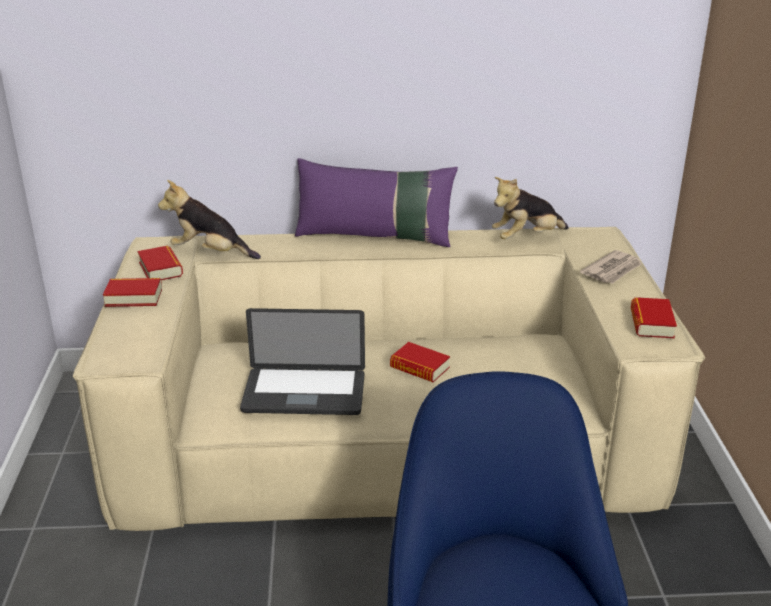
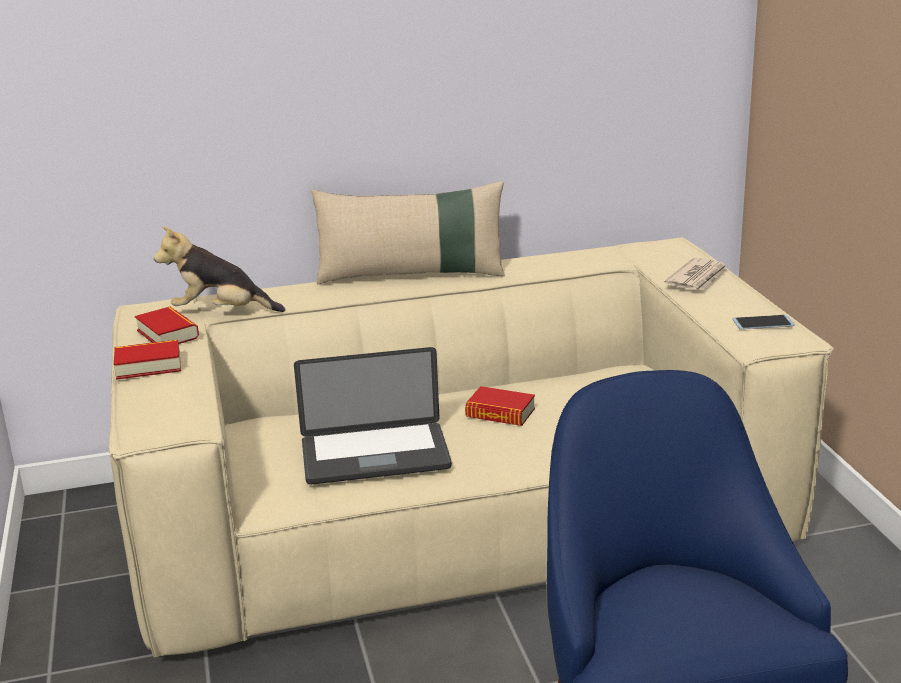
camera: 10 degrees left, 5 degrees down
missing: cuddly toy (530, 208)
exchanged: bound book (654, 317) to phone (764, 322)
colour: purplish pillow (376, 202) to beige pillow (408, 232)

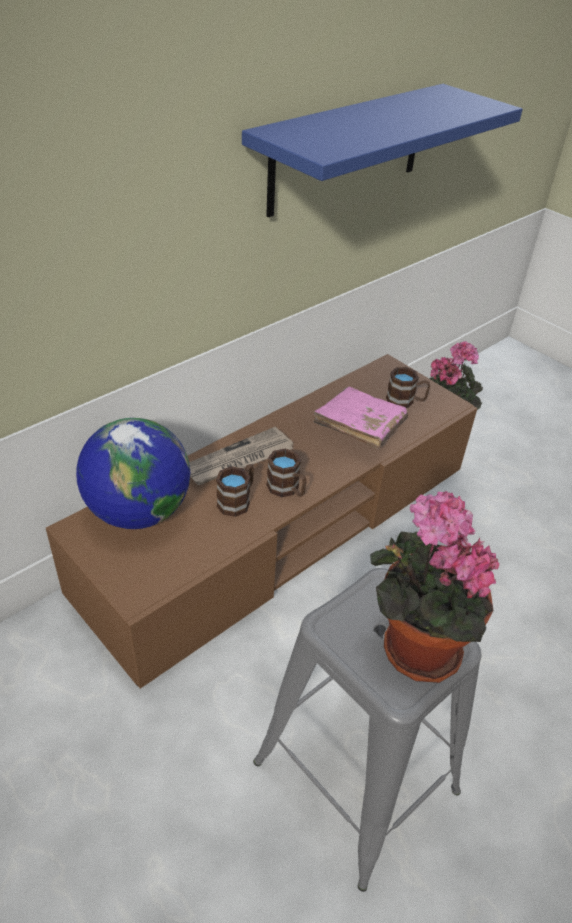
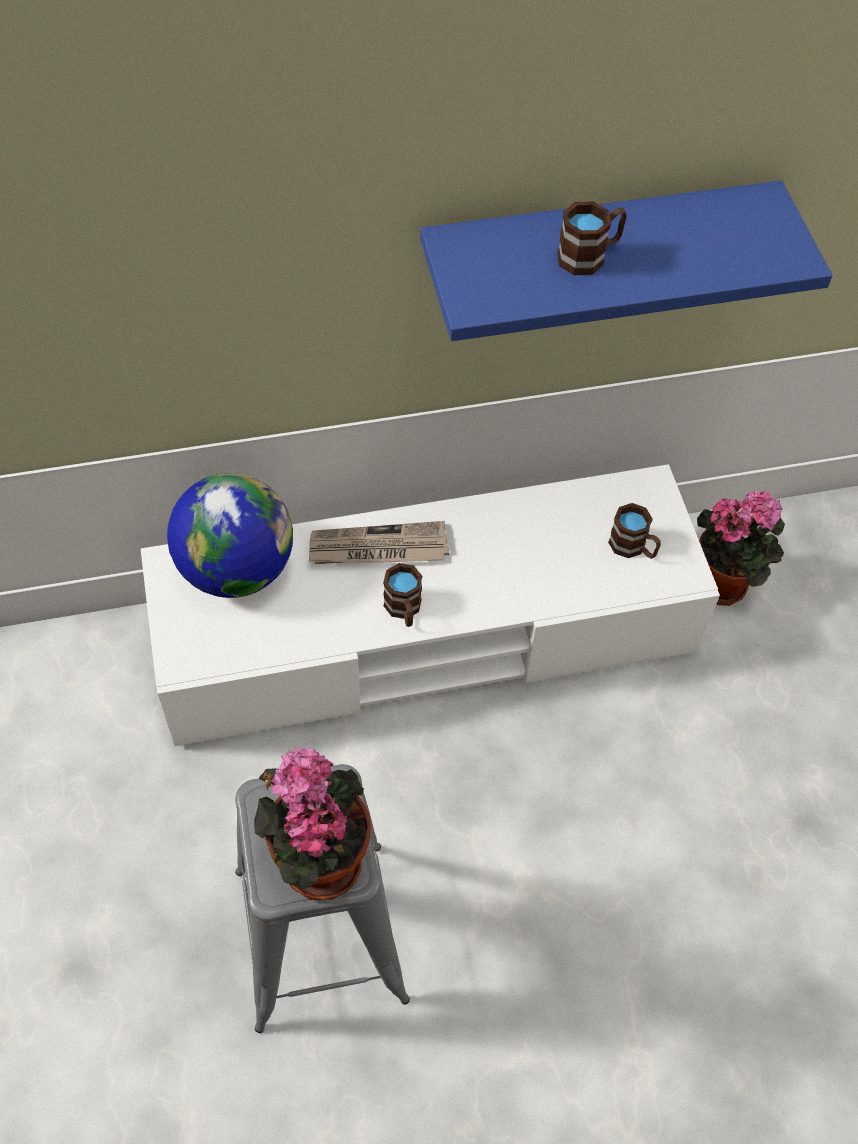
camera: 30 degrees right, 15 degrees up
missing: pink-coloured bound book (360, 417)
relocated: brownish tea mug (235, 490) to (592, 238)
colour: brownish tv unit (261, 521) to white-coloured tv unit (430, 605)

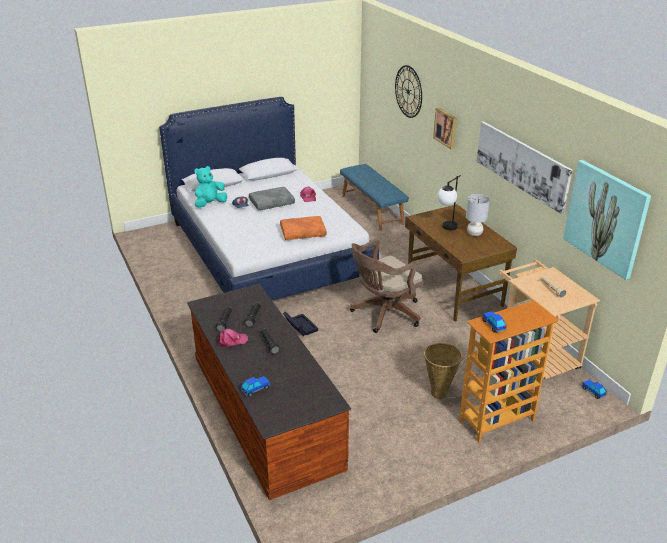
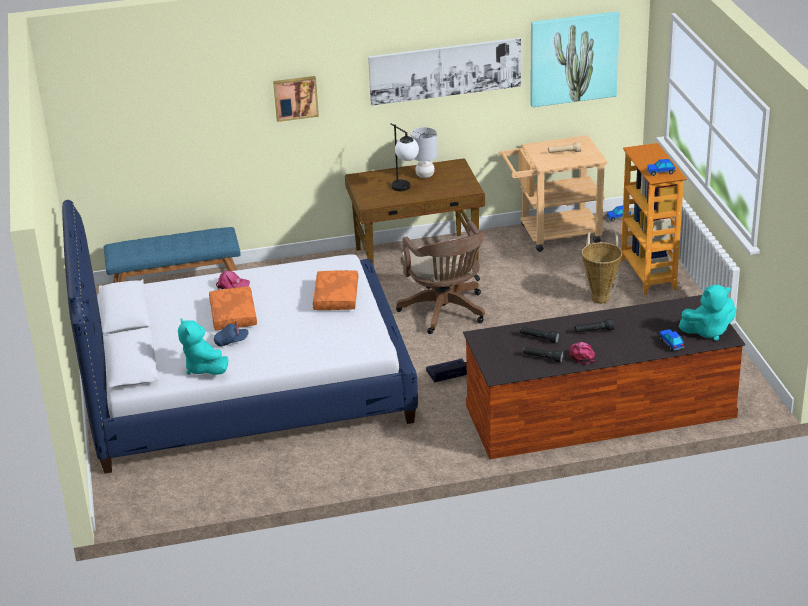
camera: 75 degrees left, 0 degrees up
missing: clock on the wall (408, 91)
appeared: blue-green cuddly toy (707, 313)
colour: grey pillow (272, 198) to orange-coloured pillow (233, 308)

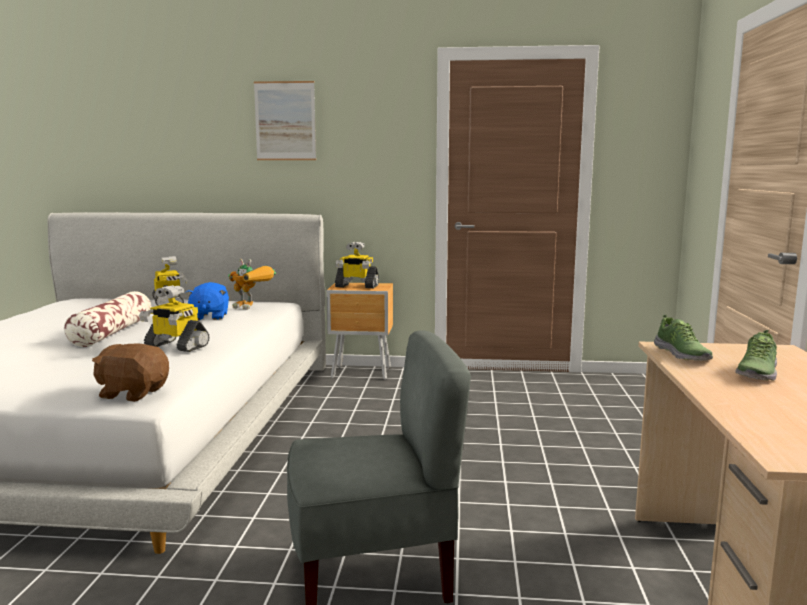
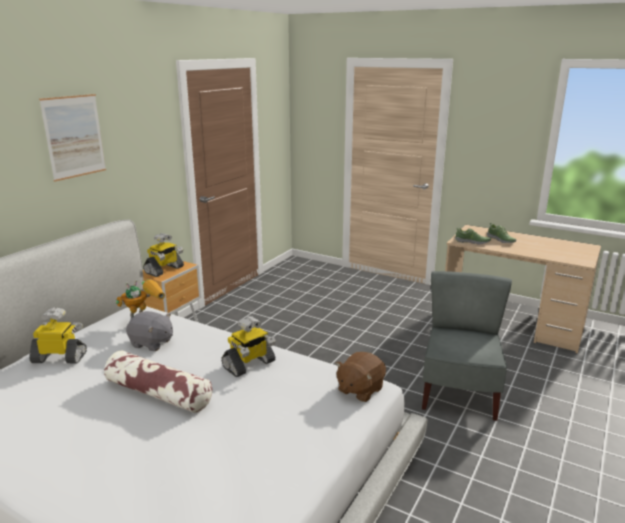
camera: 65 degrees left, 10 degrees up
colour: blue-coloured cuddly toy (207, 301) to grey cuddly toy (149, 331)

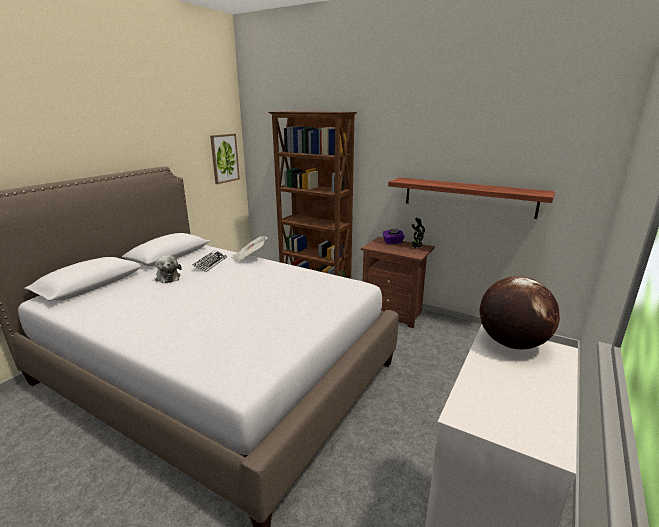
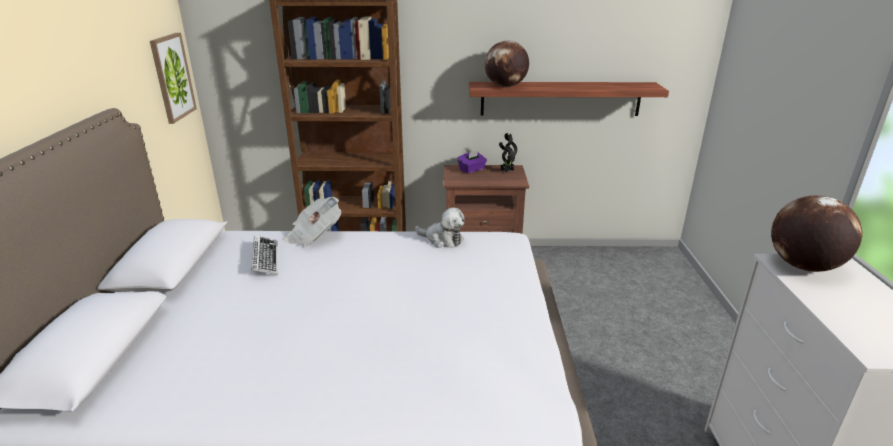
camera: 30 degrees left, 5 degrees up
appeared: globe (507, 64)
relocated: cuddly toy (168, 269) to (440, 227)

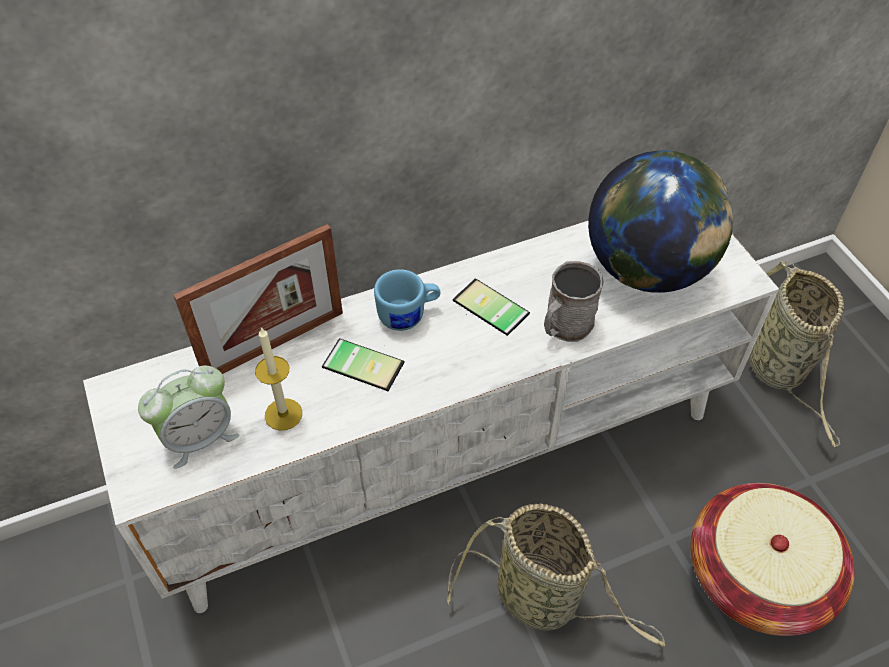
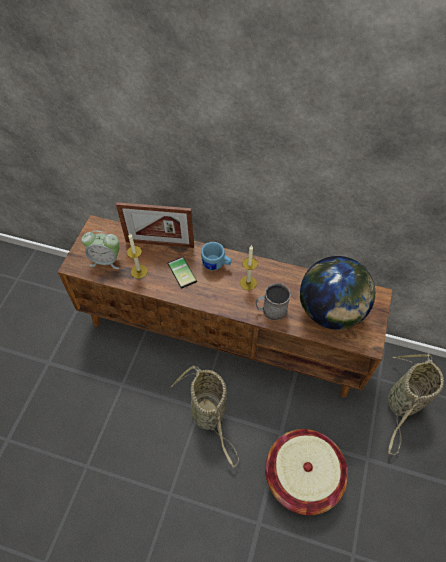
camera: 40 degrees right, 5 degrees up
exchanged: phone (491, 307) to wax light (248, 267)
colour: white-coloured tv unit (431, 417) to brownish tv unit (225, 306)

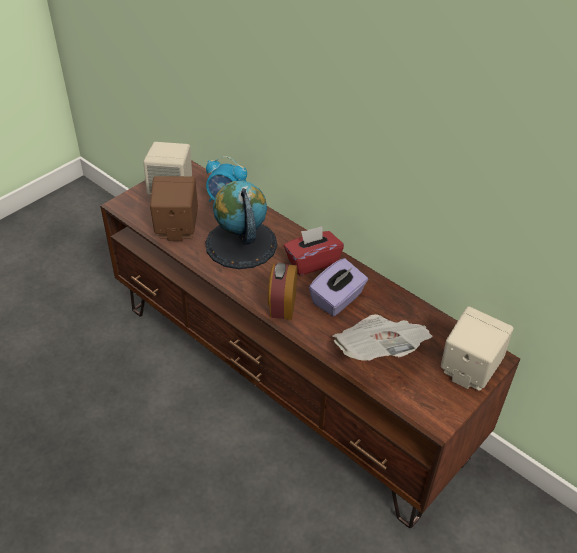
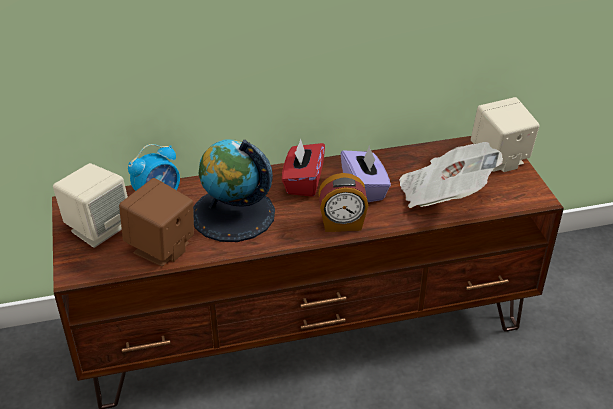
camera: 55 degrees left, 5 degrees down
spun: alarm clock (282, 291) = (343, 202) 45 degrees counterclockwise

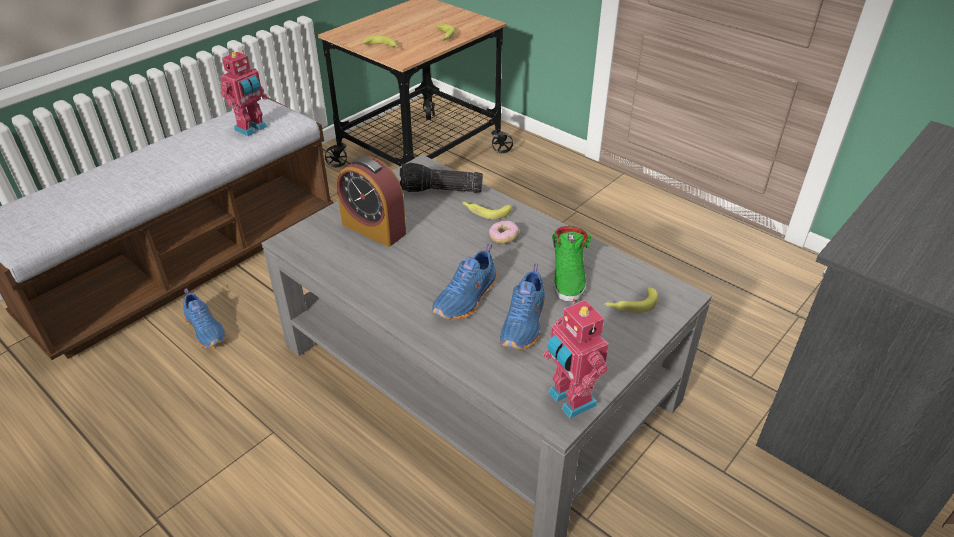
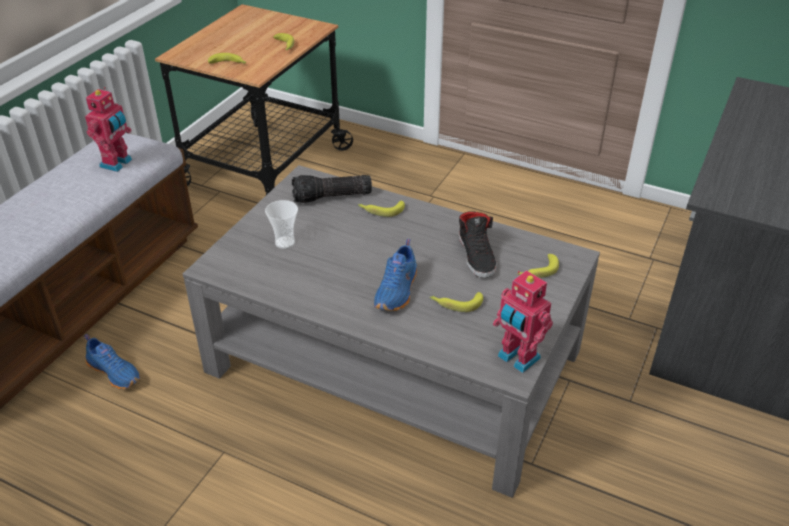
camera: 15 degrees left, 0 degrees up
missing: donut (504, 232)
exchanged: alarm clock (371, 201) to small cup (281, 224); blue-coloured item of footwear (522, 306) to banana (456, 302)
colour: green-coloured item of footwear (571, 264) to black item of footwear (478, 244)

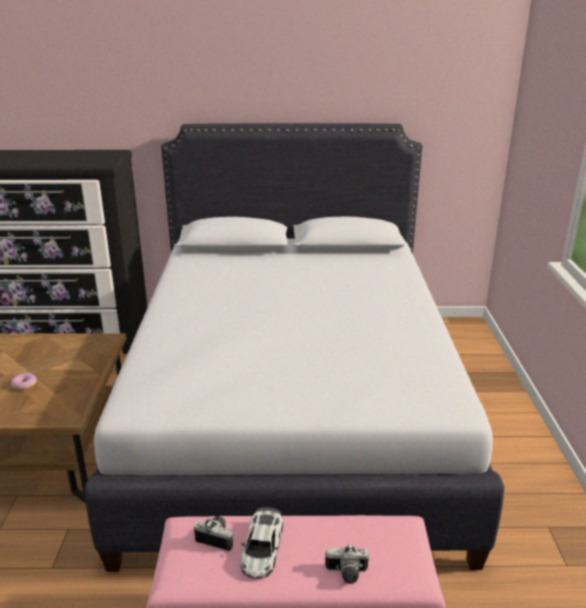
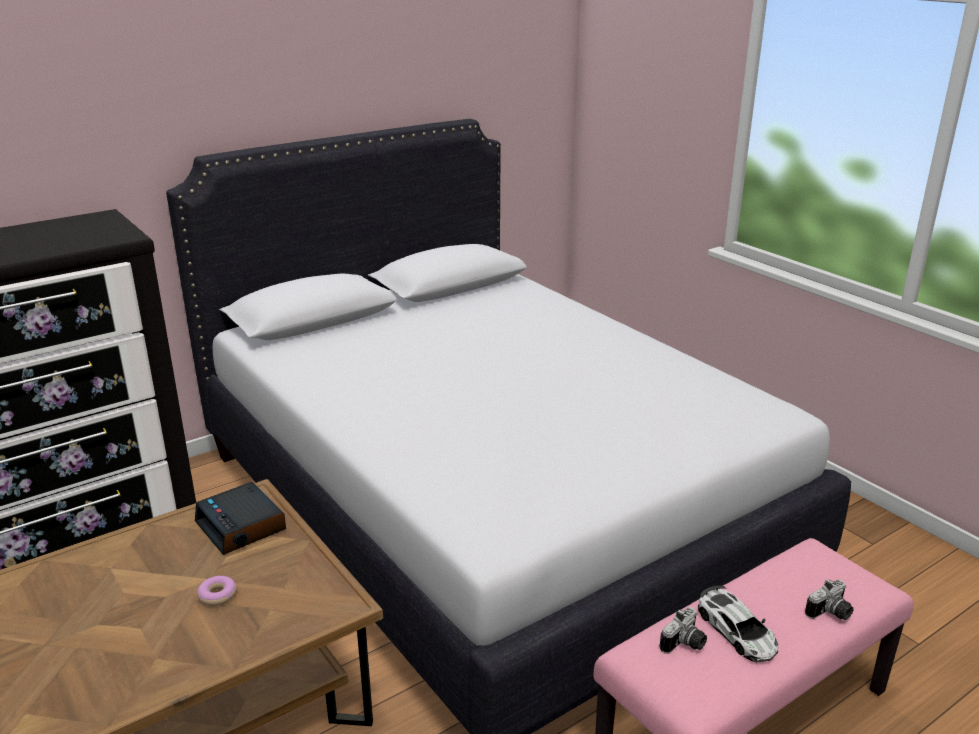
camera: 35 degrees left, 0 degrees up
appeared: alarm clock (240, 518)
spun: still camera (213, 533) = (683, 630) 150 degrees clockwise

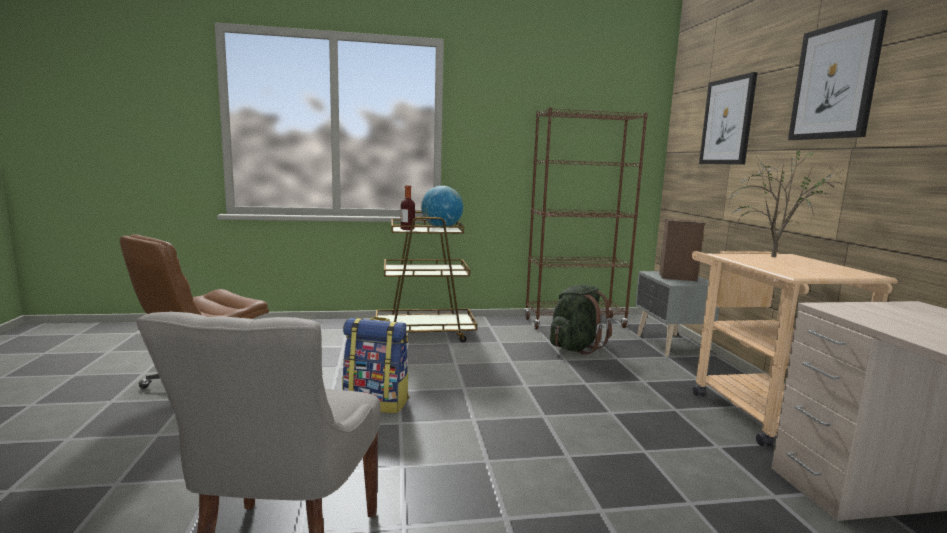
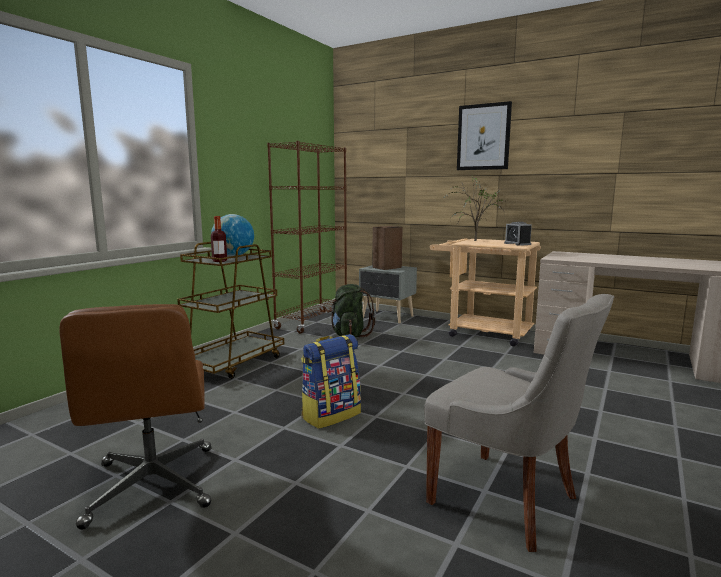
camera: 50 degrees left, 0 degrees up
missing: wall art (728, 118)
appeared: alarm clock (518, 234)

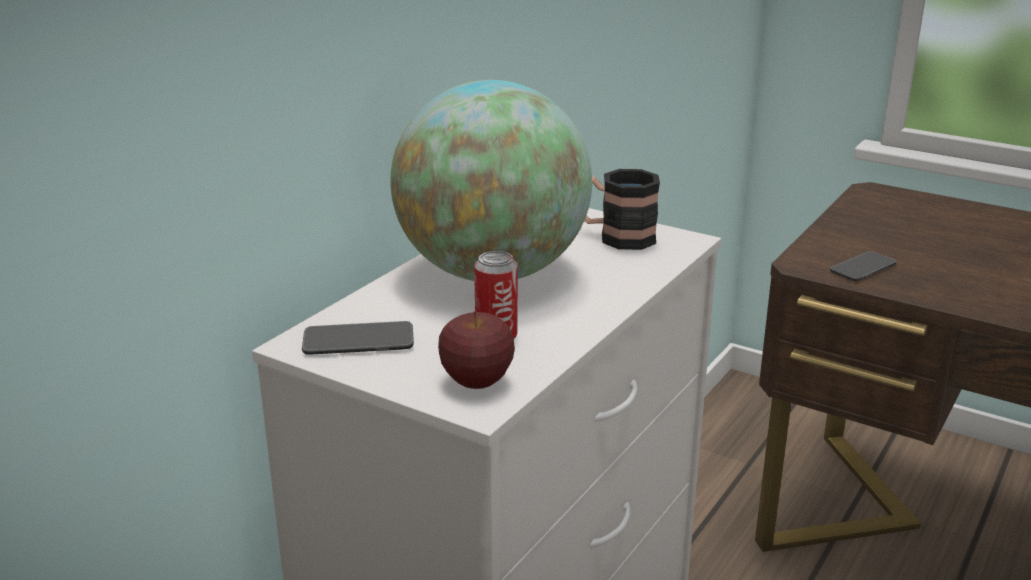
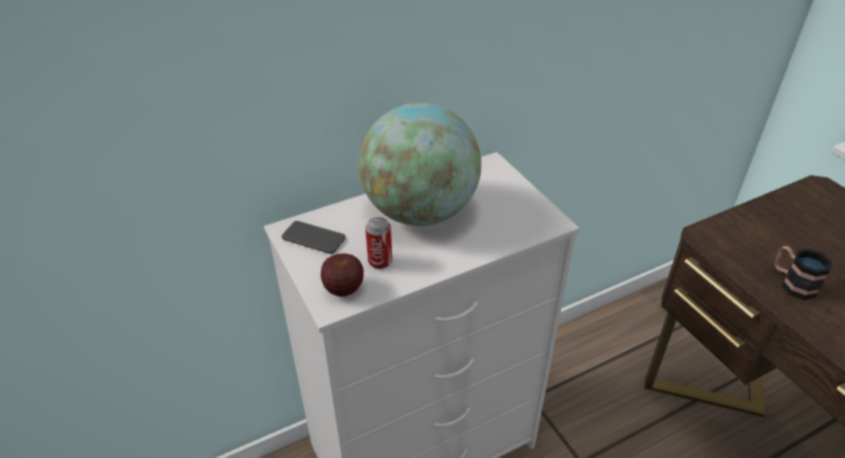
camera: 30 degrees right, 15 degrees up
missing: phone (863, 266)
relocated: tea mug (622, 209) to (804, 273)

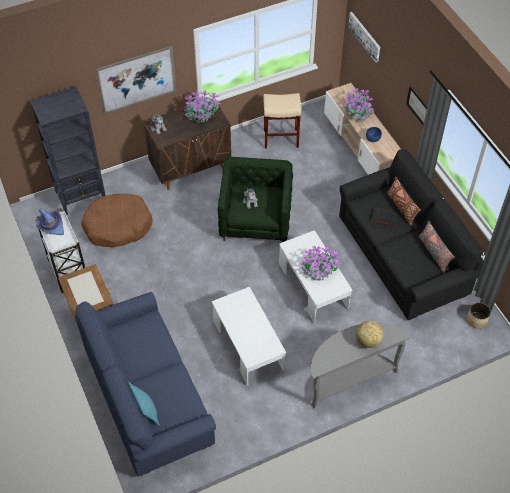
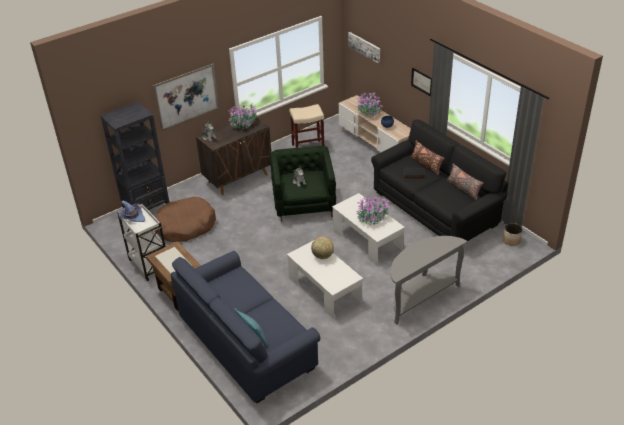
camera: 10 degrees left, 15 degrees down
relocated: globe (369, 334) to (322, 247)

